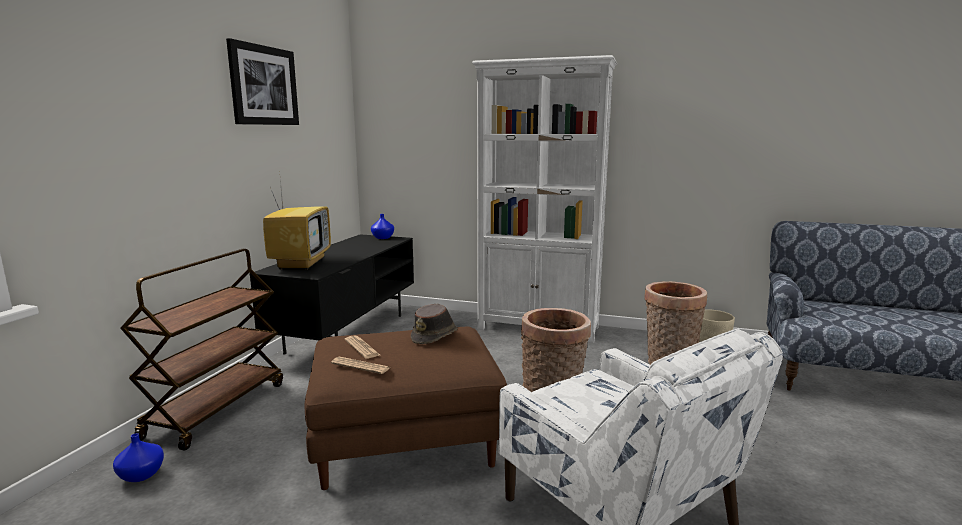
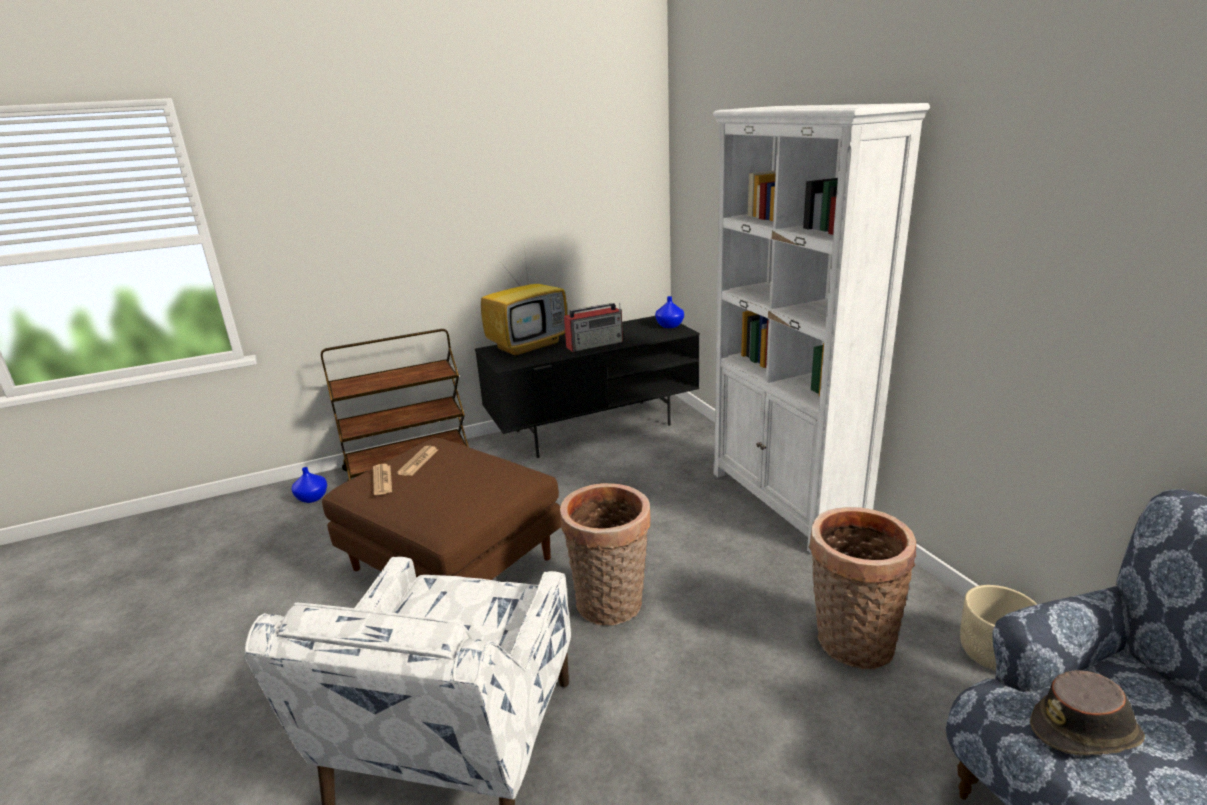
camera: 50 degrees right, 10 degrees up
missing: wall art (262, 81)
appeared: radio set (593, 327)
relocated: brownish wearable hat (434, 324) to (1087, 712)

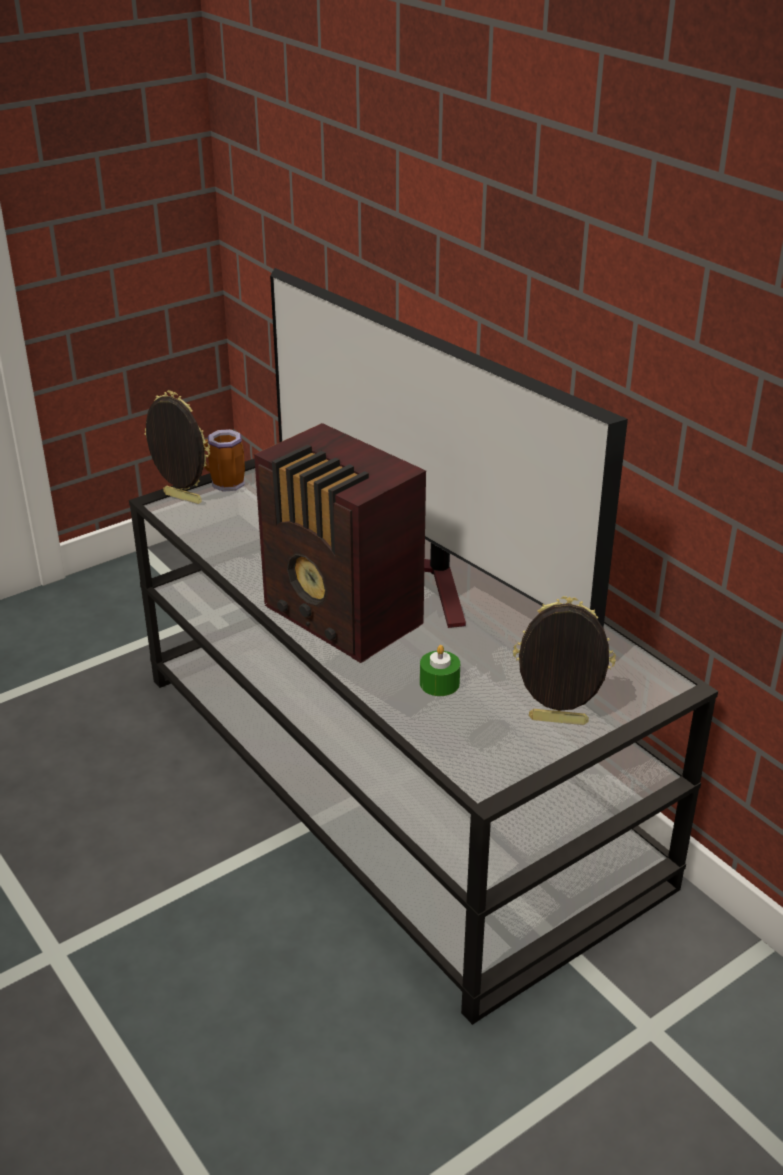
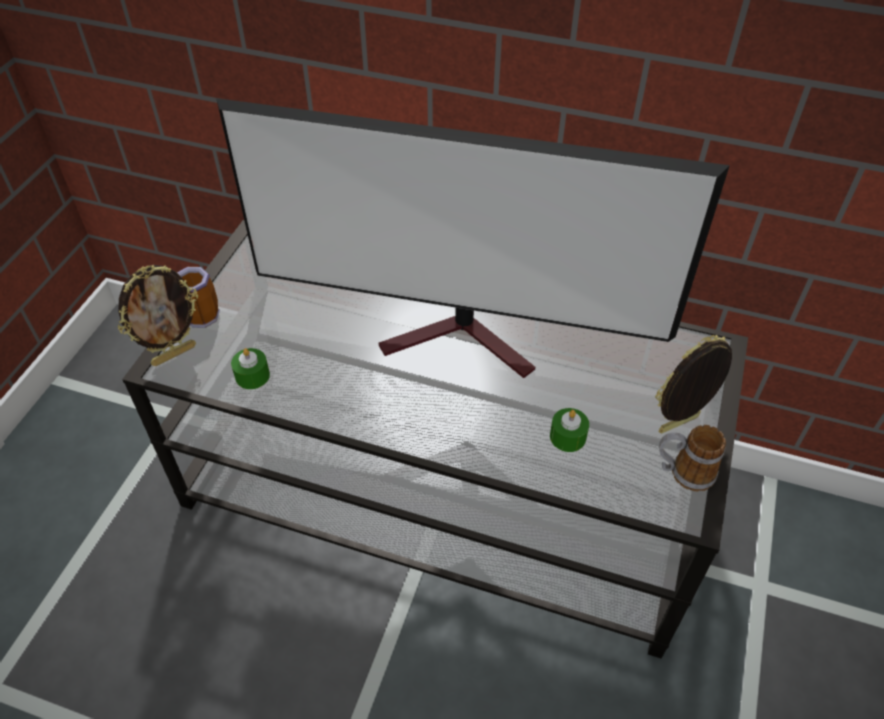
camera: 35 degrees left, 15 degrees up
missing: radio set (340, 543)
appeared: green-coloured wax light (250, 368); tea mug (692, 458)
spun: photo frame (177, 447) = (158, 315) 150 degrees clockwise

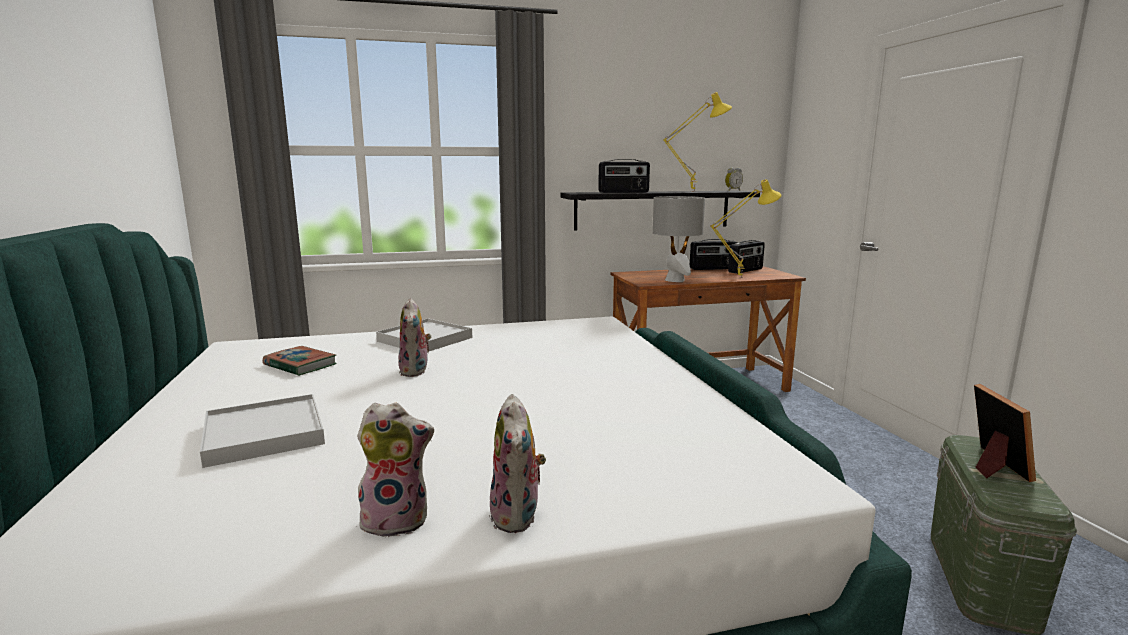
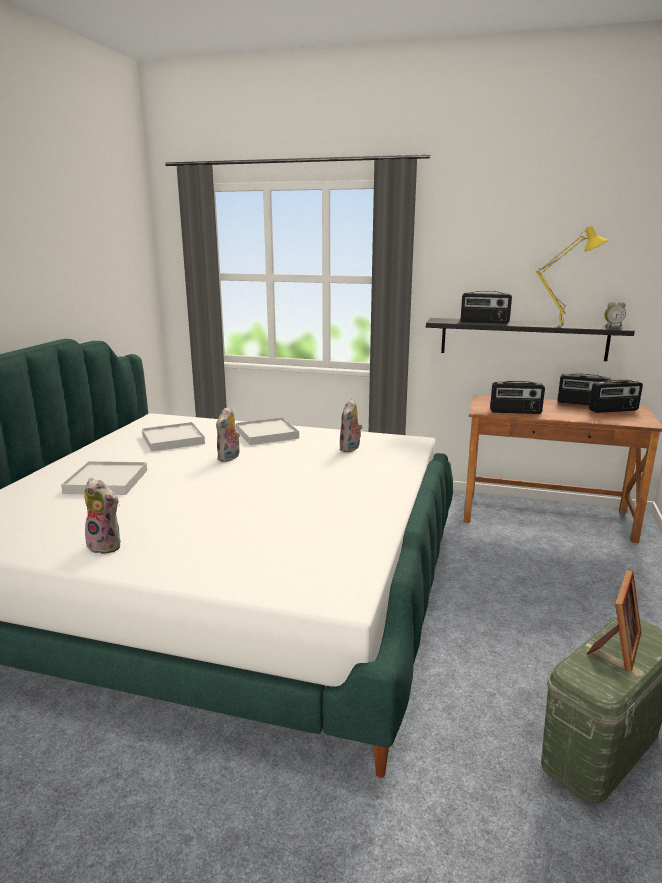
camera: 30 degrees right, 5 degrees up
missing: yellow lamp for a table (745, 228)
relocated: cuddly toy (517, 463) to (351, 425)
exchanged: bound book (300, 361) to white-coloured serving tray (173, 437); grey lamp for a table (678, 239) to radio set (517, 397)

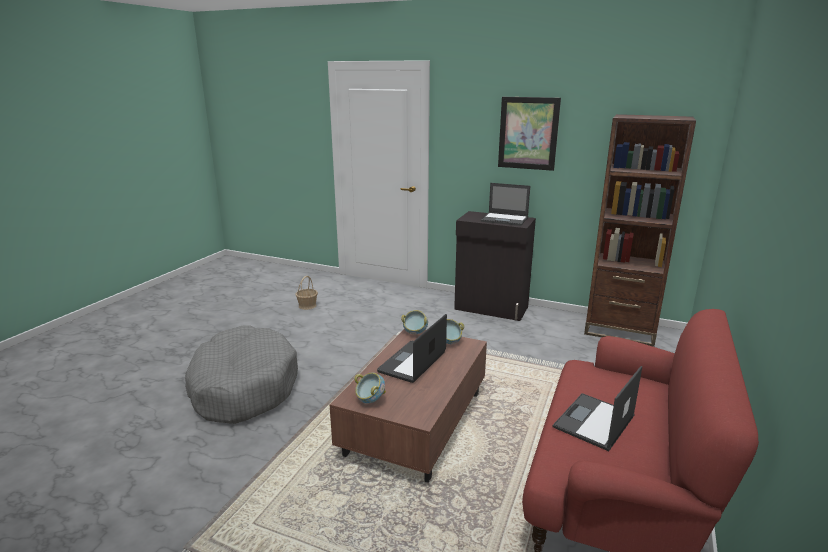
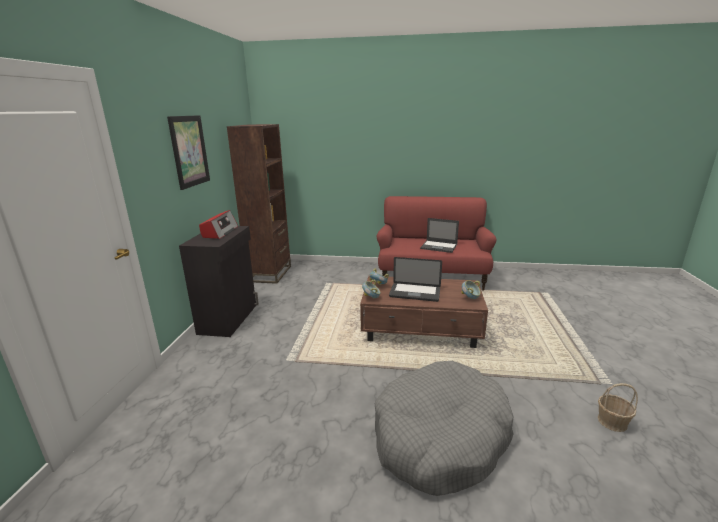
camera: 105 degrees left, 0 degrees up
relocated: household basket (307, 293) to (617, 407)
exchanged: notebook computer (505, 204) to radio set (218, 224)

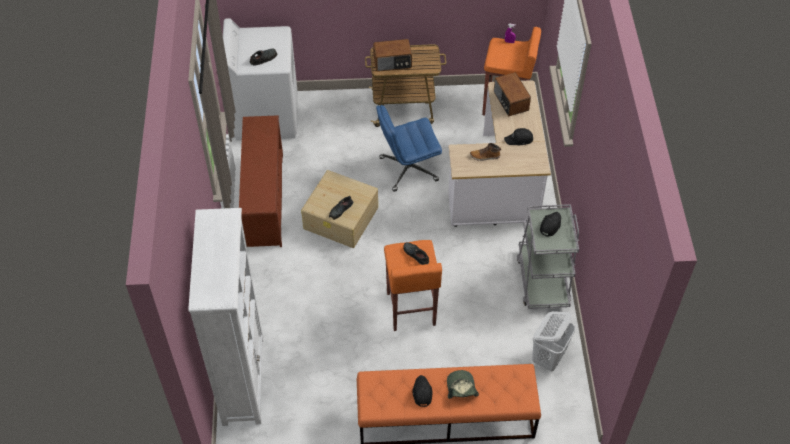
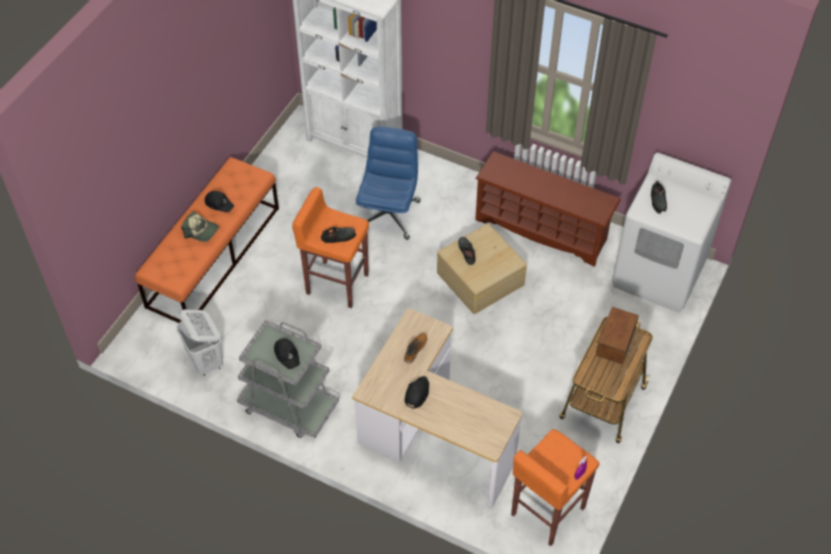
camera: 120 degrees right, 0 degrees up
missing: radio set (512, 94)
relocated: blue-coloured office chair (409, 148) to (388, 183)

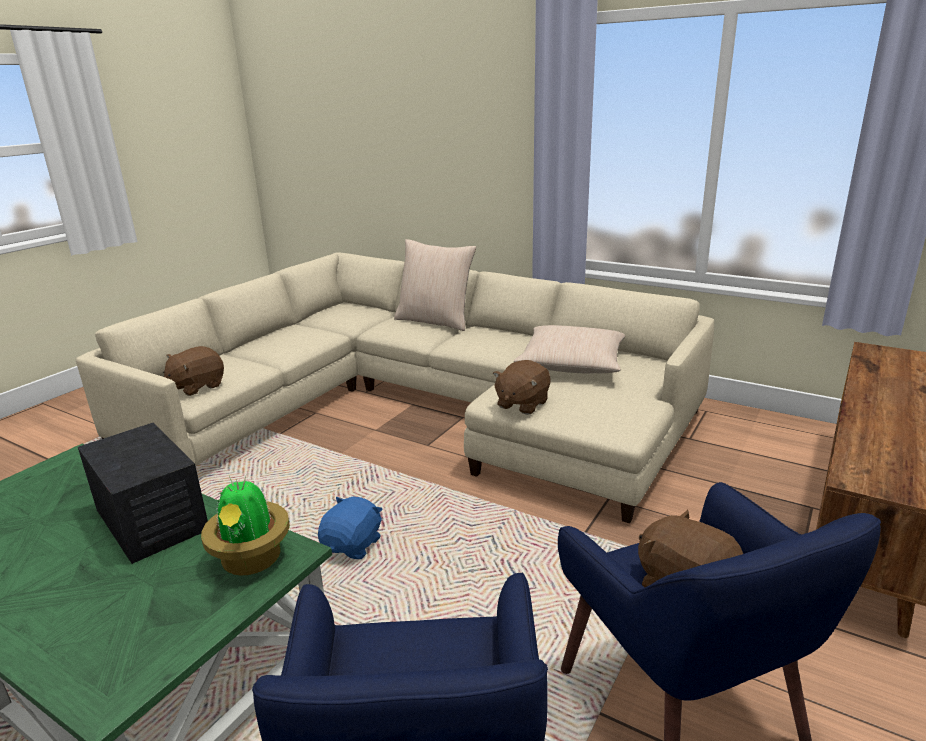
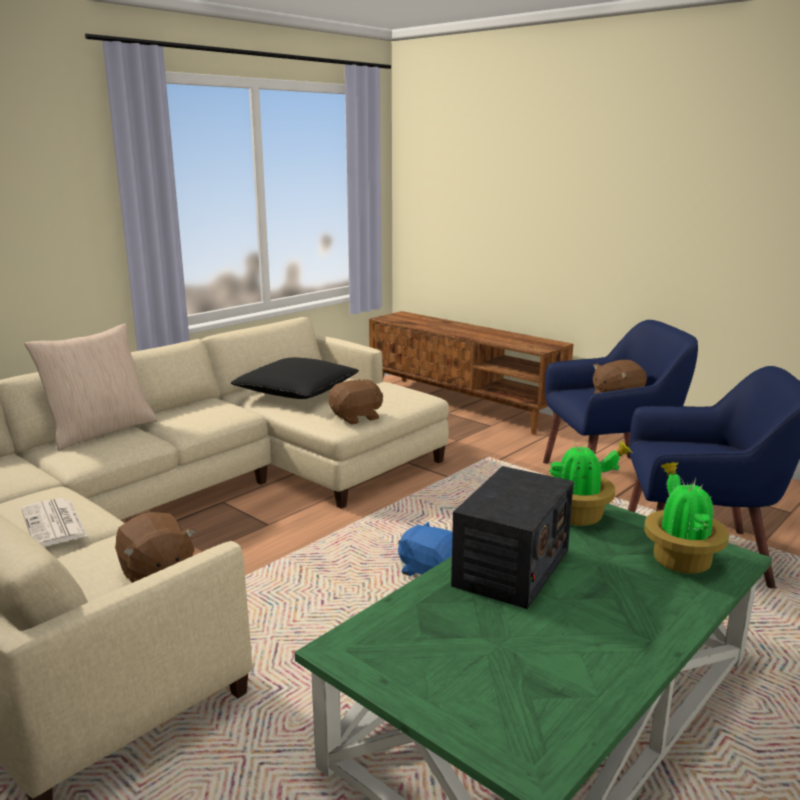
camera: 80 degrees left, 5 degrees down
appeared: daily paper (54, 522); houseplant (686, 518)
colour: beige pillow (570, 349) to black pillow (295, 378)
spun: radio set (143, 493) = (512, 537) 150 degrees clockwise; brownish cuddly toy (522, 387) = (356, 402) 75 degrees counterclockwise

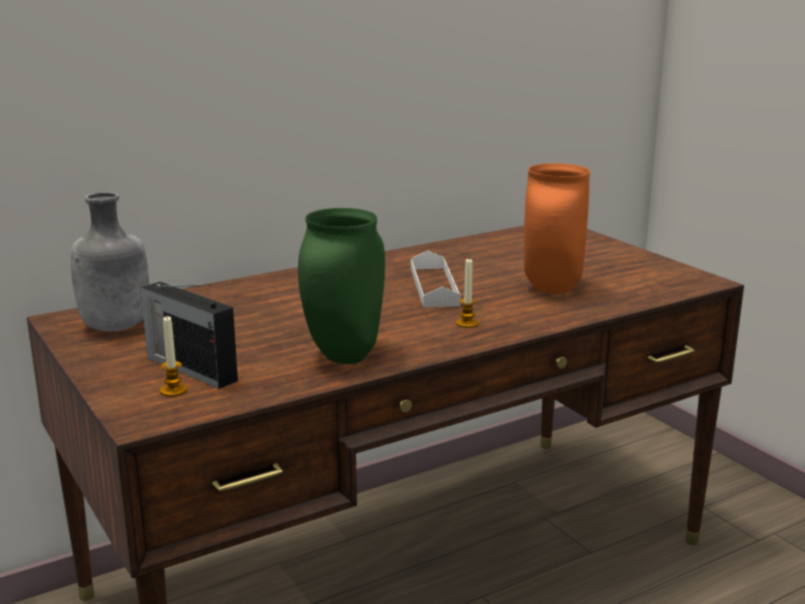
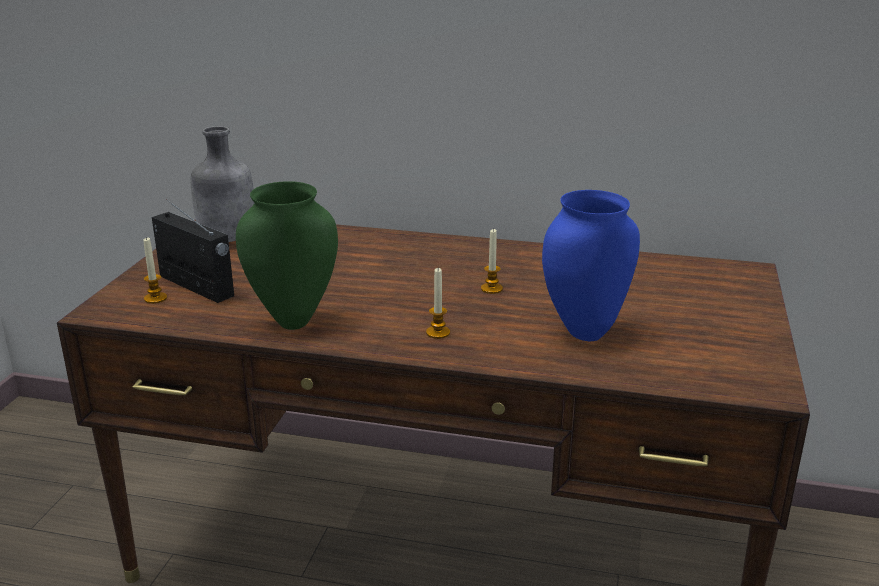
camera: 45 degrees right, 5 degrees up
exchanged: white-coloured serving tray (436, 279) to wax light (492, 261)
colour: orange-coloured vase (557, 228) to blue-coloured vase (591, 265)
spun: radio set (189, 335) = (193, 251) 135 degrees clockwise

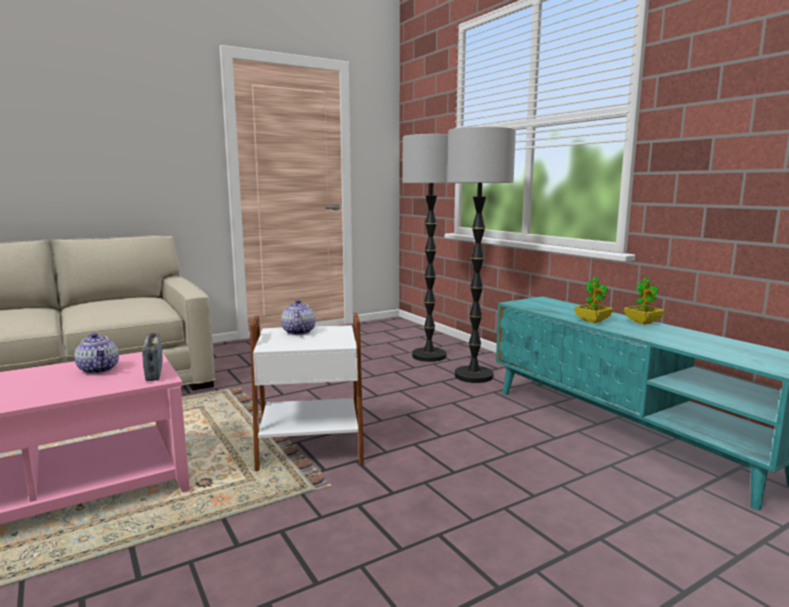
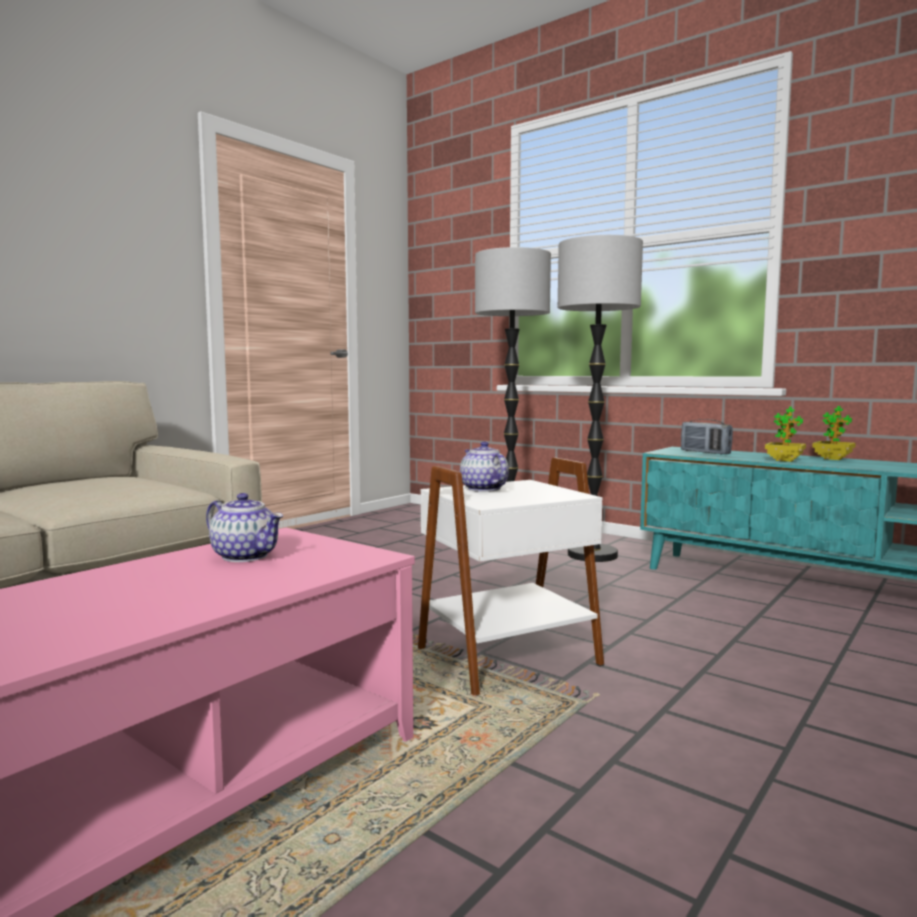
camera: 20 degrees left, 5 degrees down
relocated: radio set (152, 357) to (707, 437)

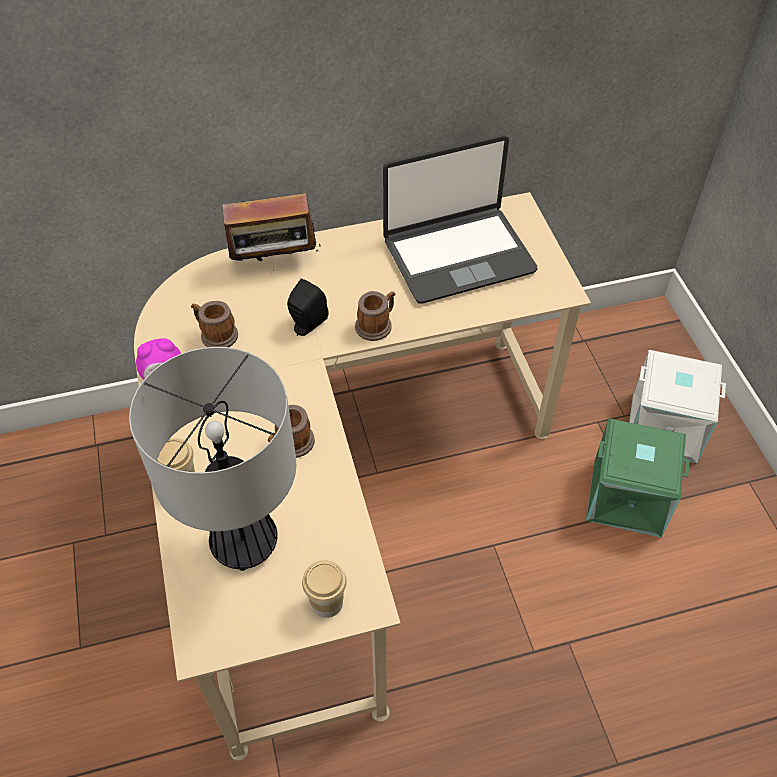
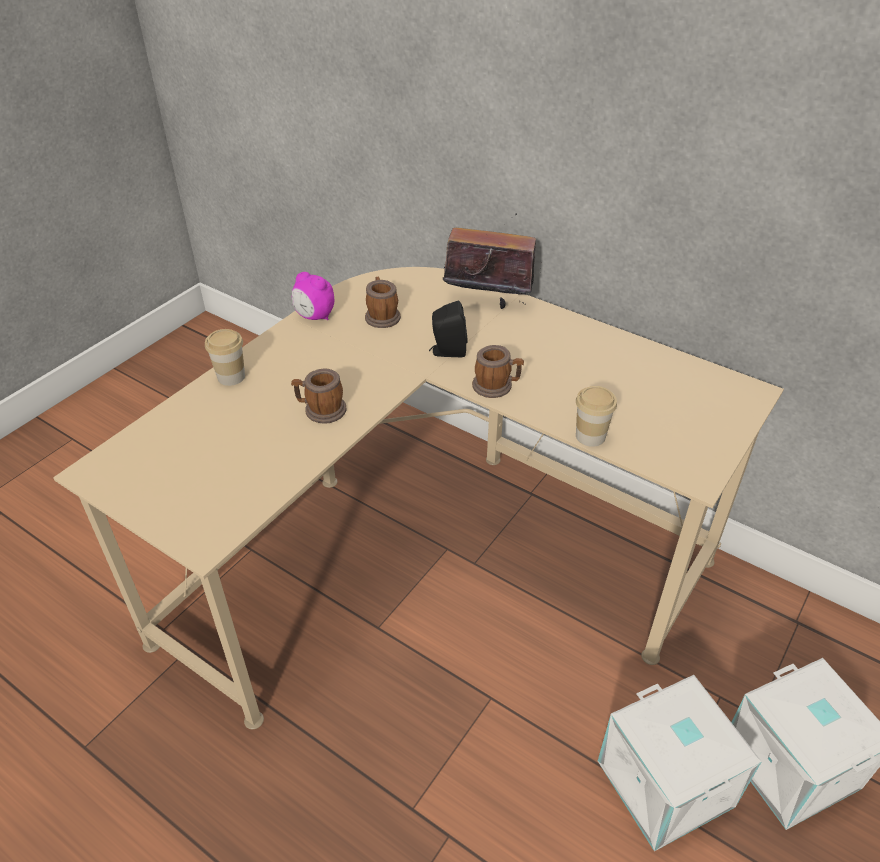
camera: 50 degrees right, 10 degrees down
missing: lamp for a table (213, 459); notebook computer (460, 219)
relocated: small cup (324, 589) to (596, 416)
colour: green-coloured storage bin (638, 477) to white-coloured storage bin (680, 763)
spun: radio set (271, 231) = (492, 261) 150 degrees clockwise

